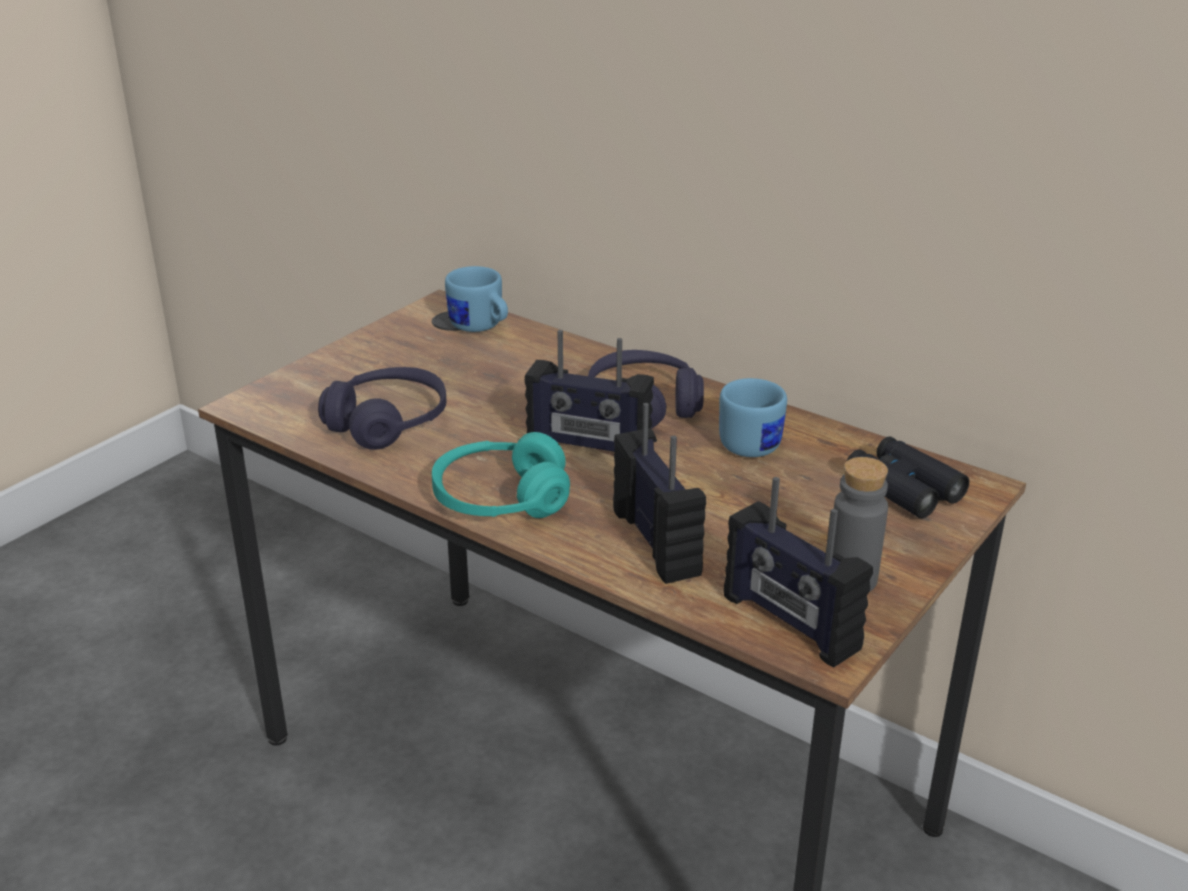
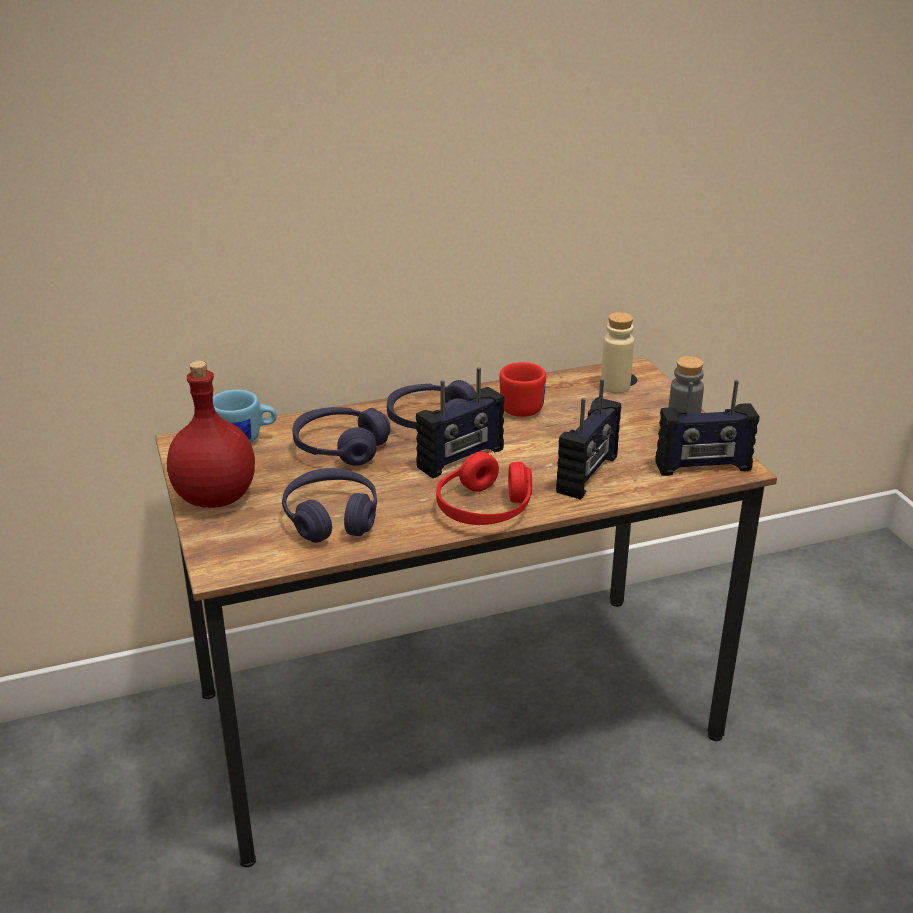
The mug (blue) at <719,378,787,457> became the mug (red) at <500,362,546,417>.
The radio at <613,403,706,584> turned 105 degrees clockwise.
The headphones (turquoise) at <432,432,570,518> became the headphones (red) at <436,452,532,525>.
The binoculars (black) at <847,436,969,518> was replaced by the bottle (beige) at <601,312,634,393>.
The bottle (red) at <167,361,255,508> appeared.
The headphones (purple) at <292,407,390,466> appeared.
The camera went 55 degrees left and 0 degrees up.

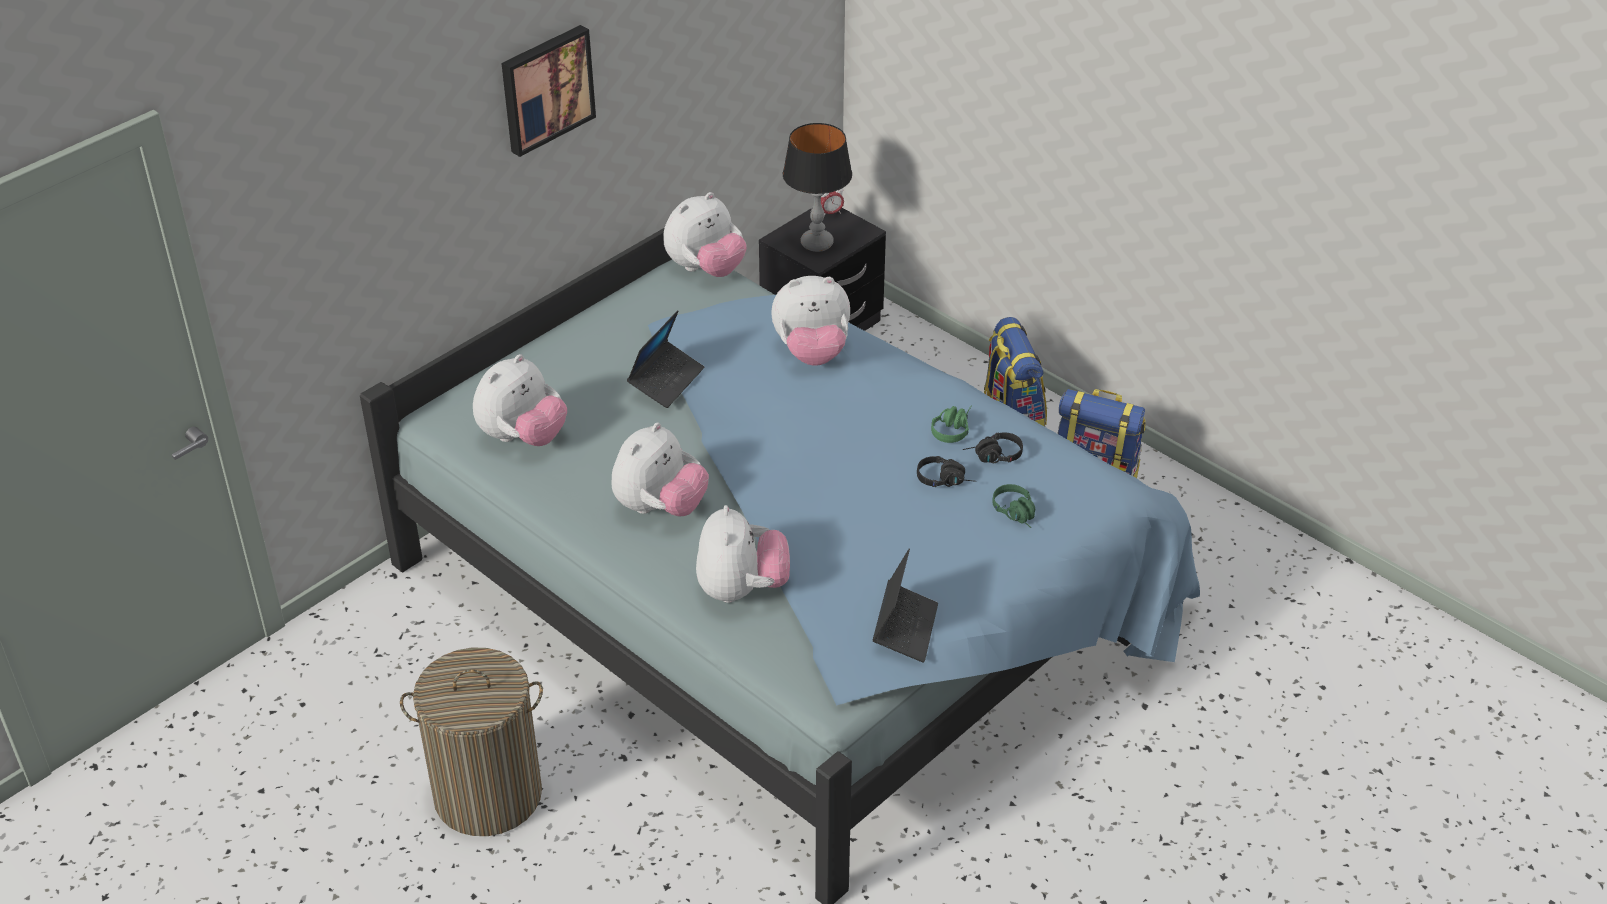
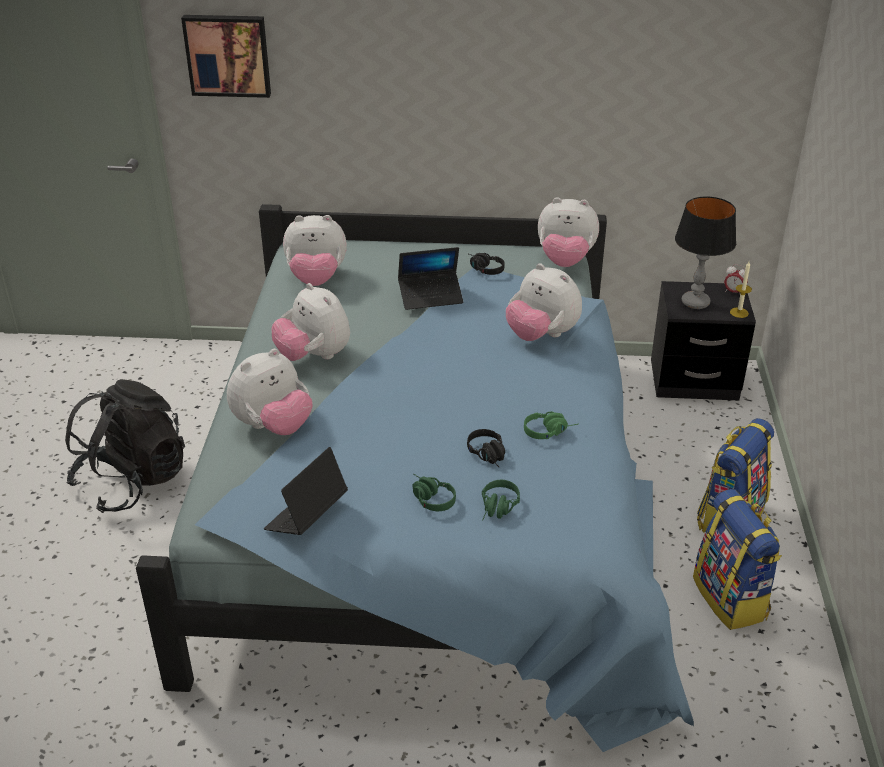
The picture moved from <501,25,596,157> to <181,15,271,98>.
The plush toy at <611,422,709,517> turned 60 degrees clockwise.
The headphones (black) moved from <963,432,1023,463> to <469,253,505,275>.
The laptop at <872,549,938,663> turned 150 degrees clockwise.
The laundry basket at <400,648,543,836> was replaced by the backpack (black) at <65,379,185,513>.
The candle at <730,262,752,318> appeared.
The headphones (green) at <412,474,456,511> appeared.
The camera went 50 degrees right and 5 degrees down.

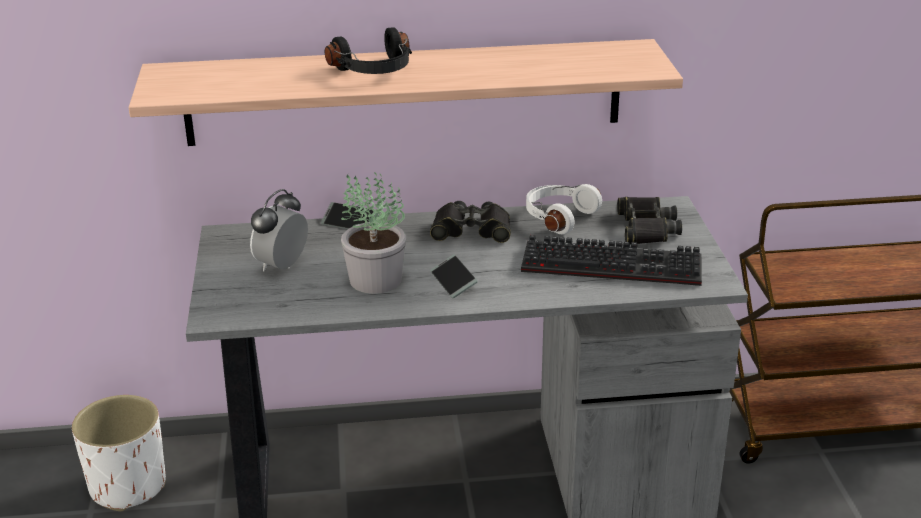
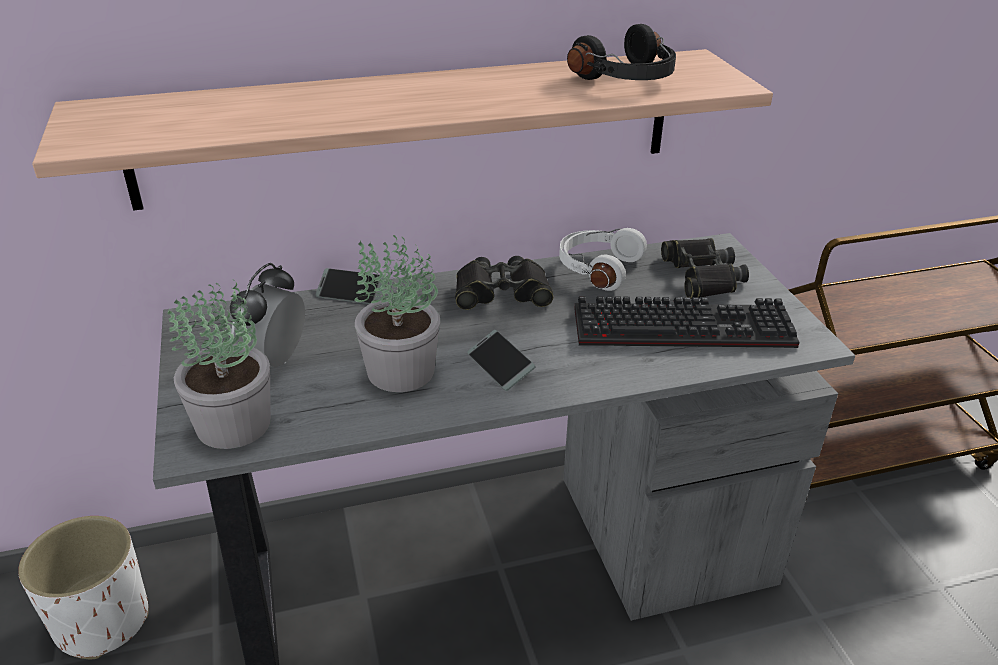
The headphones (black) moved from <325,27,412,74> to <567,24,676,80>.
The potted plant at <167,279,271,449> appeared.
The camera went 10 degrees left and 5 degrees up.

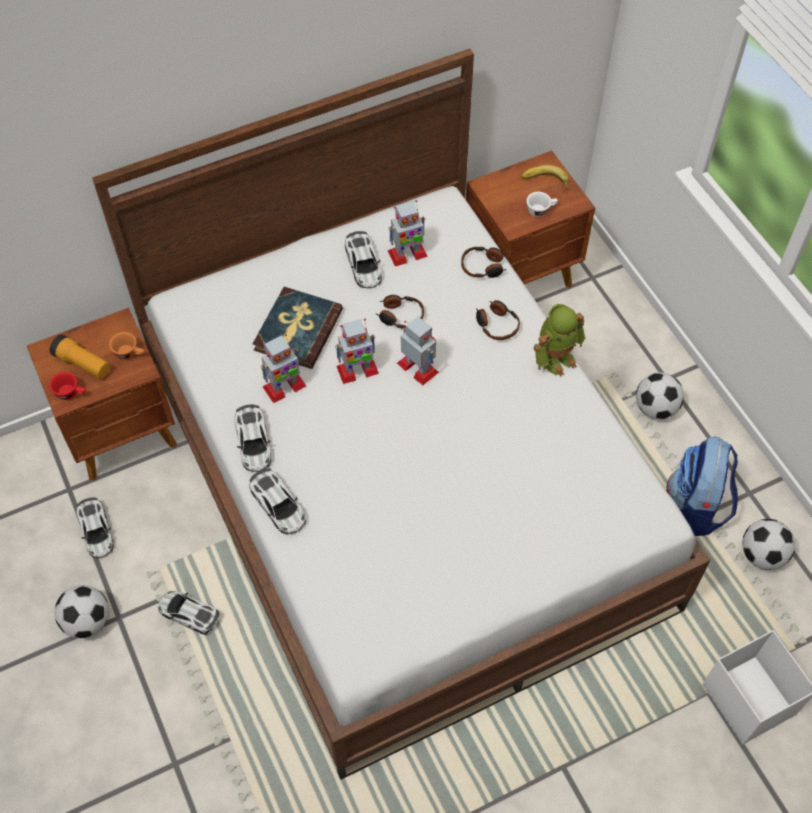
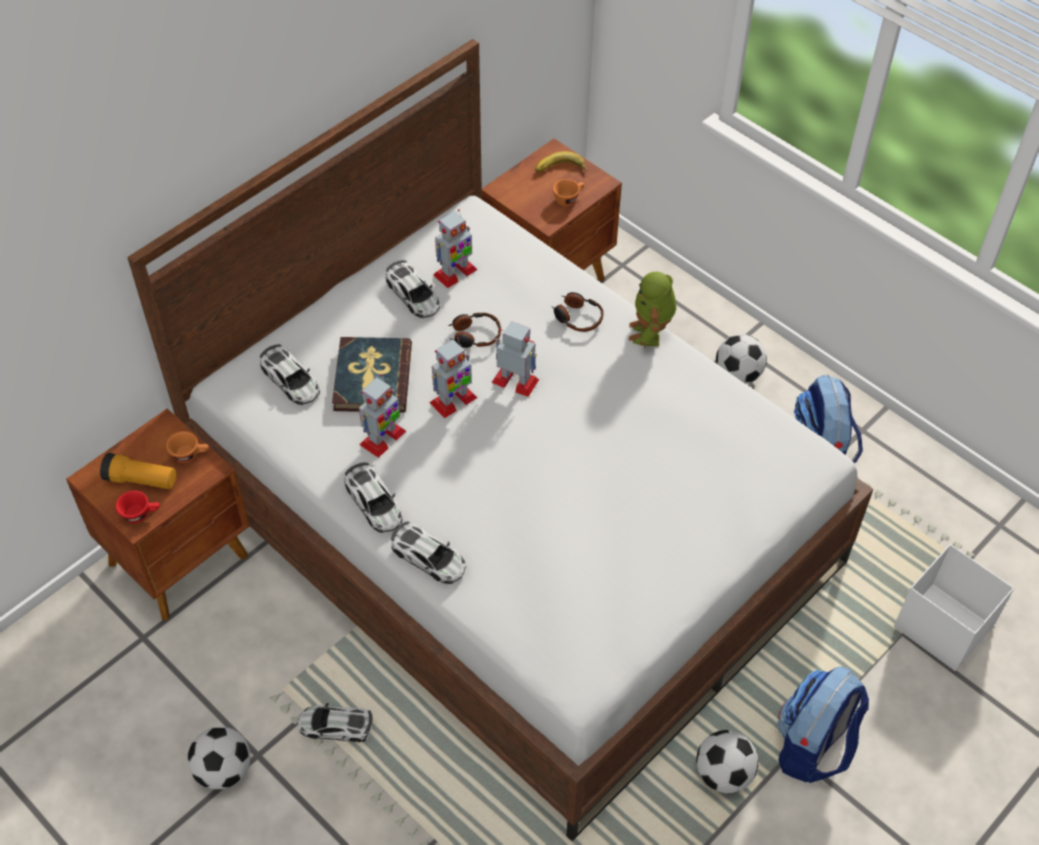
The cup (white) at <526,192,558,217> became the cup (orange) at <553,179,584,206>.
The headphones at <461,247,507,278> disappeared.
The toy robot at <534,304,585,377> turned 150 degrees clockwise.
The toy car moved from <76,498,114,558> to <260,344,320,405>.
The football moved from <742,519,795,570> to <696,730,759,794>.
The backpack at <778,666,869,783> appeared.
The camera went 20 degrees left and 5 degrees down.

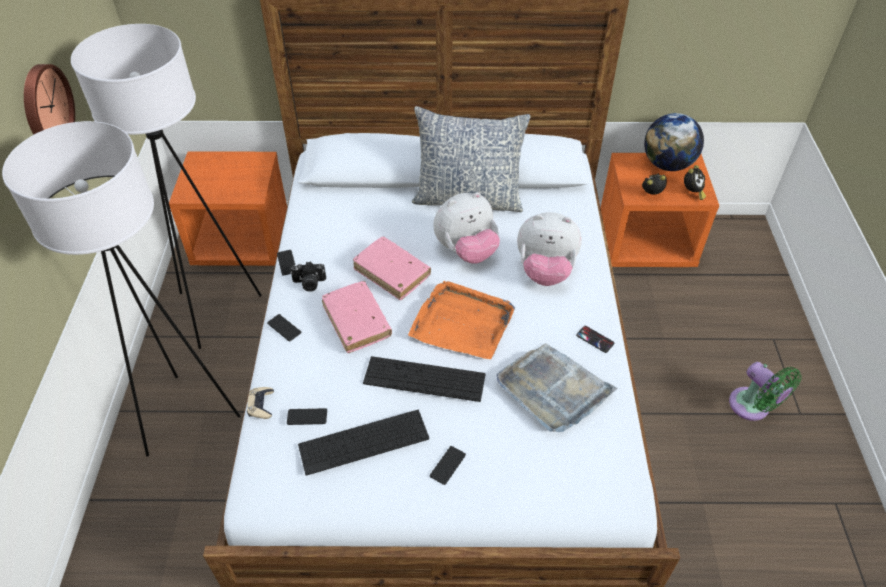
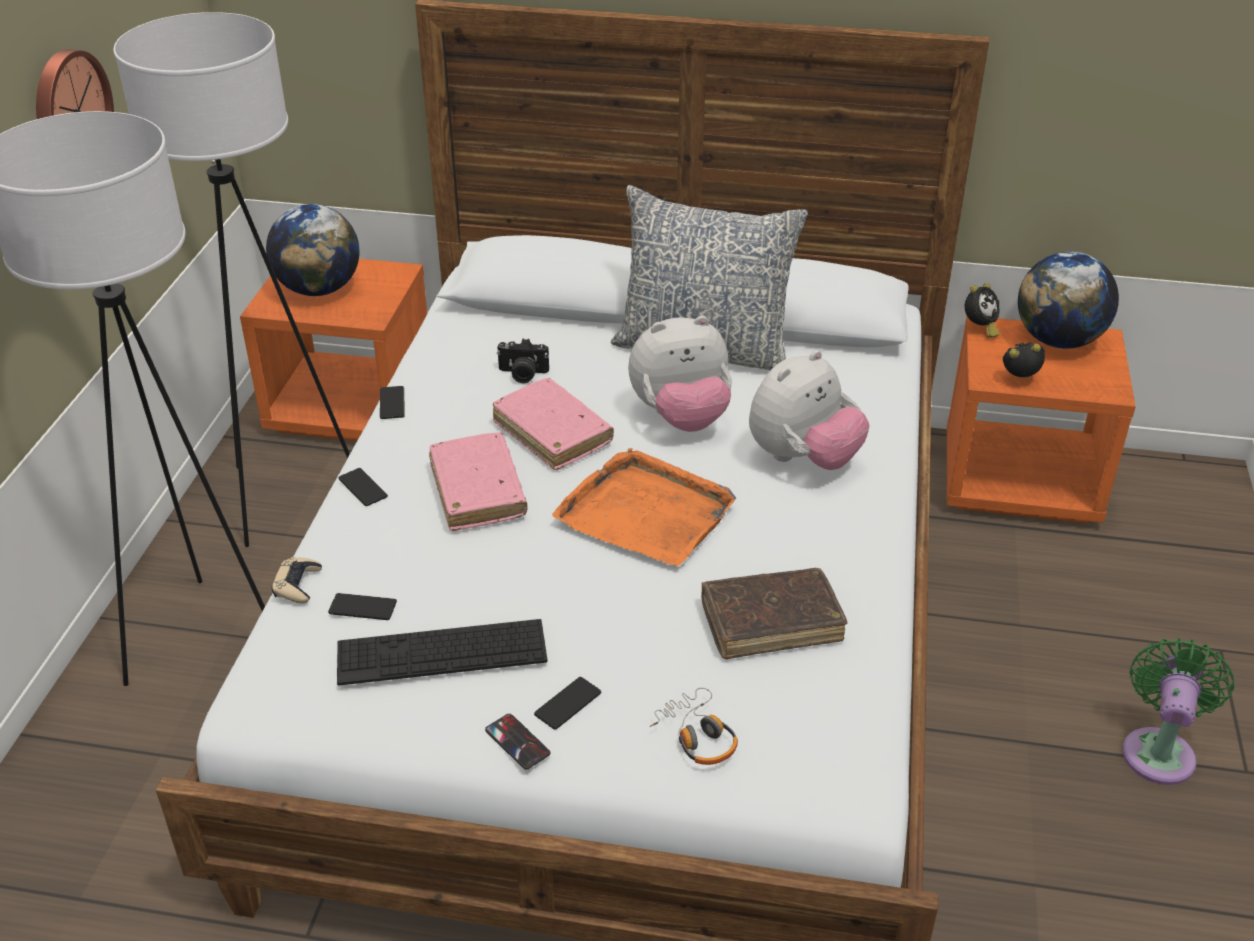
The alarm clock moved from <684,165,706,200> to <965,283,1000,338>.
The plush toy at <517,212,582,286> turned 60 degrees counterclockwise.
The photo camera moved from <290,262,326,292> to <497,338,549,383>.
The phone moved from <576,326,614,353> to <485,714,550,770>.
The tray (grey) at <496,343,617,432> was replaced by the book (brown) at <701,568,847,660>.
The keyboard at <363,356,486,402> disappeared.
The fan (green) at <729,362,801,421> turned 135 degrees counterclockwise.
The globe at <266,204,360,296> appeared.
The headphones at <650,688,738,765> appeared.
The camera went 10 degrees right and 10 degrees down.

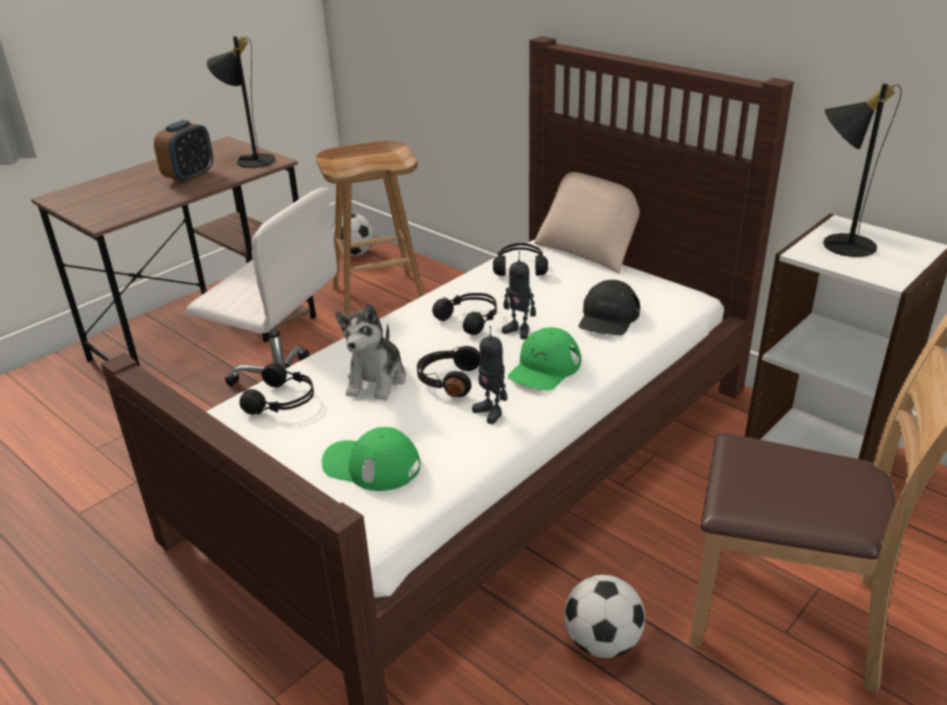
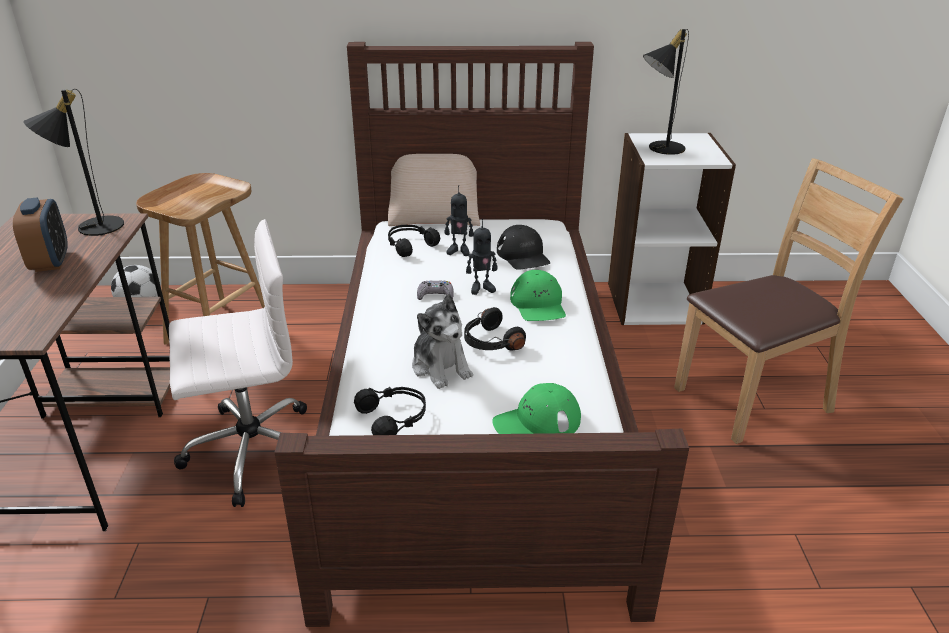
The headphones (black) at <432,293,497,335> was replaced by the game controller (grey) at <417,281,454,300>.
The toy robot moved from <472,326,507,424> to <445,185,474,256>.
The football at <564,575,645,658> disappeared.
The camera went 45 degrees left and 0 degrees up.

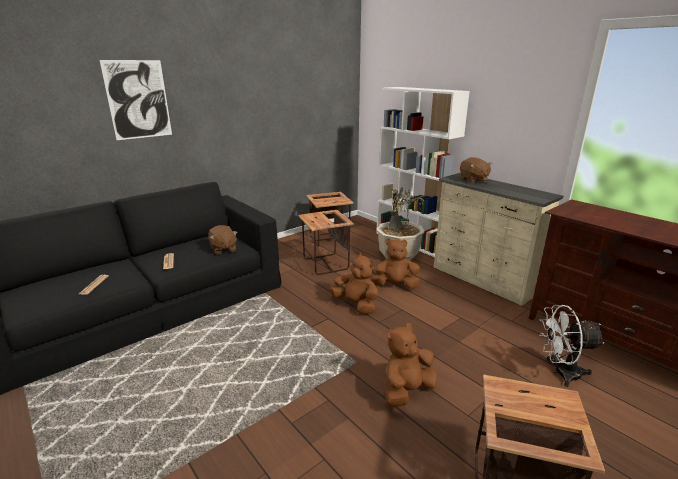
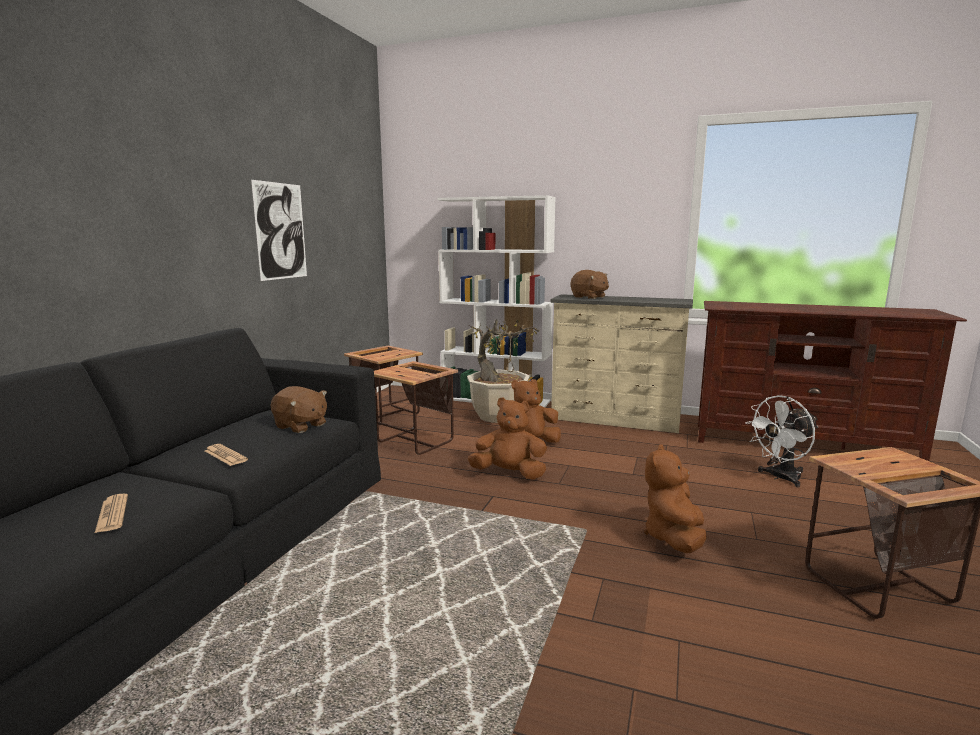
The picture moved from <100,60,172,140> to <251,180,307,281>.
The camera went 30 degrees left and 10 degrees down.

